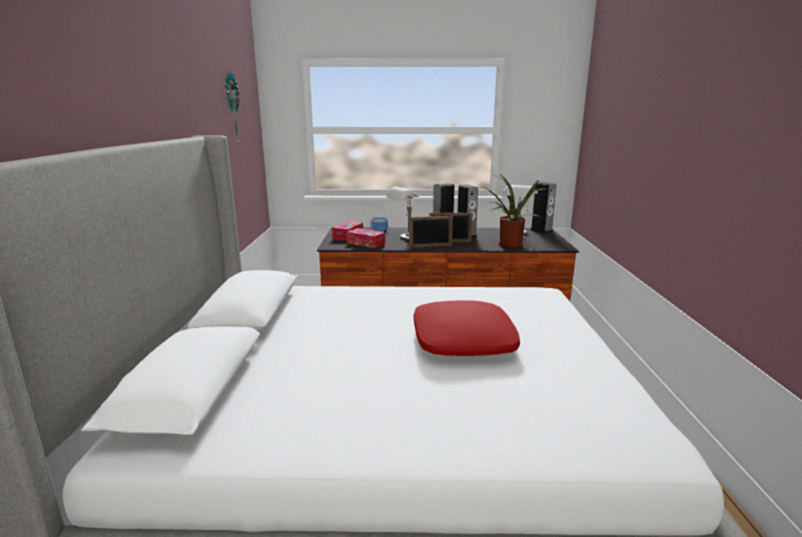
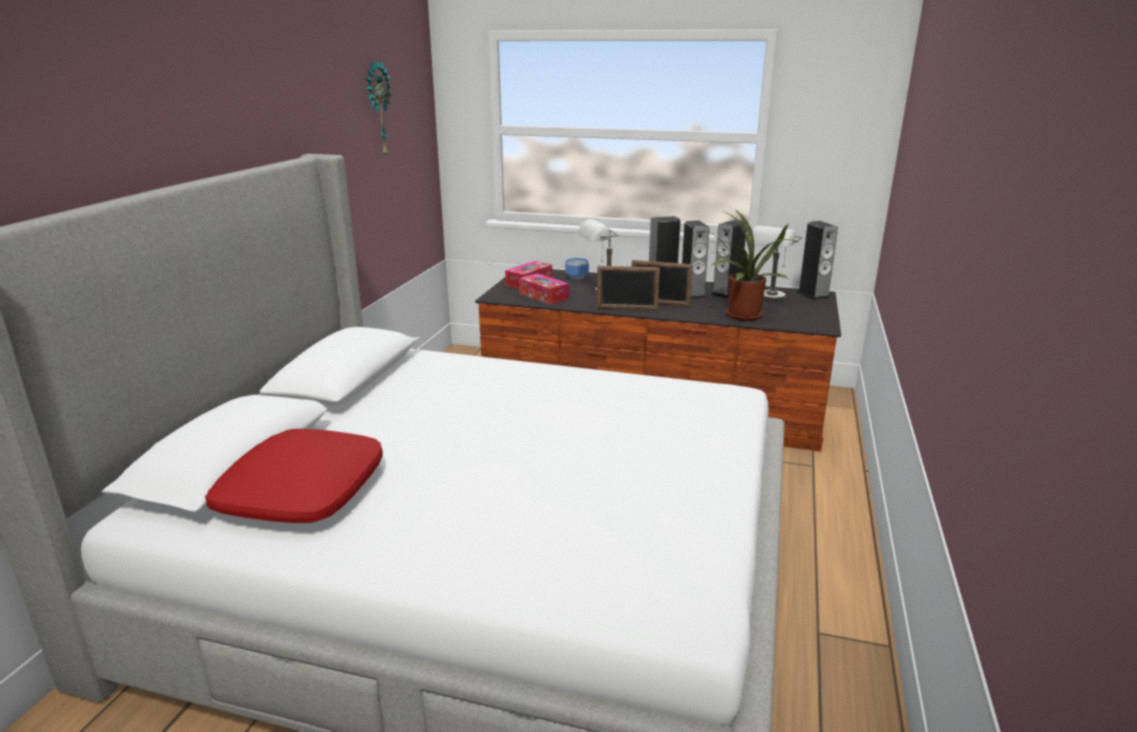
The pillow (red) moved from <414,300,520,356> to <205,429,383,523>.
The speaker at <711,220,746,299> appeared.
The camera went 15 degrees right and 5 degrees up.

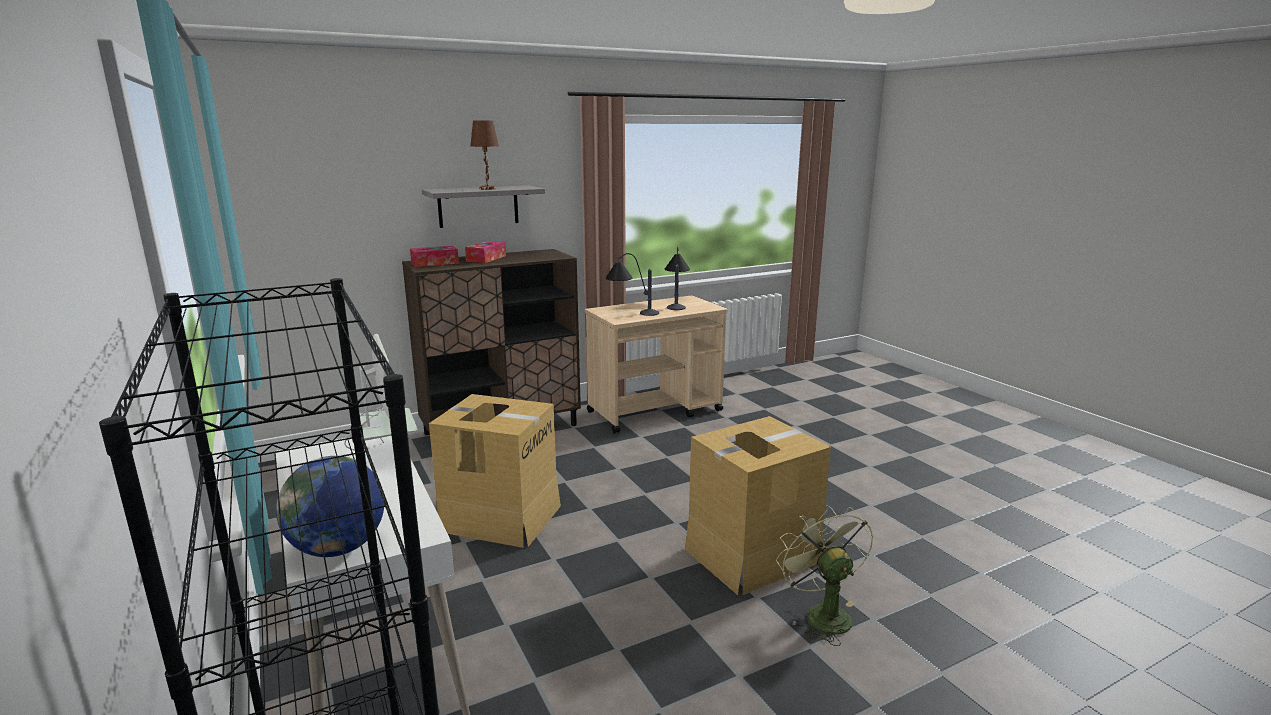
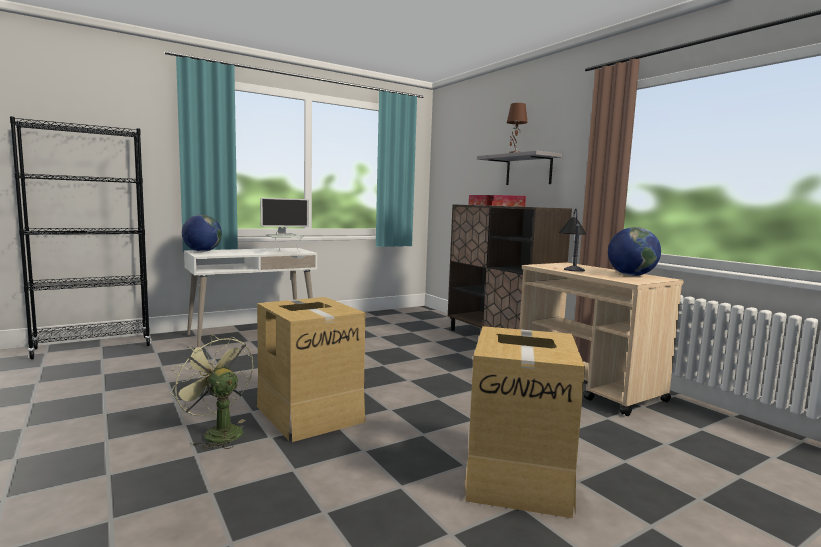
The table lamp at <665,247,690,310> was replaced by the globe at <608,227,661,276>.
The cardboard box moved from <429,394,561,548> to <464,326,585,518>.
The fan (green) at <776,505,873,646> turned 120 degrees counterclockwise.
The camera went 85 degrees right and 10 degrees down.

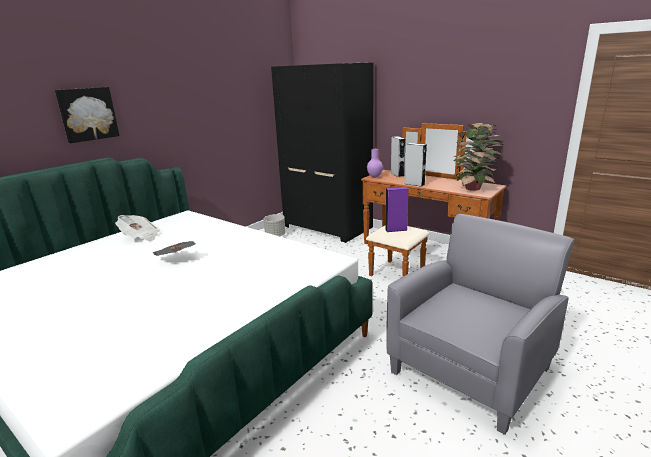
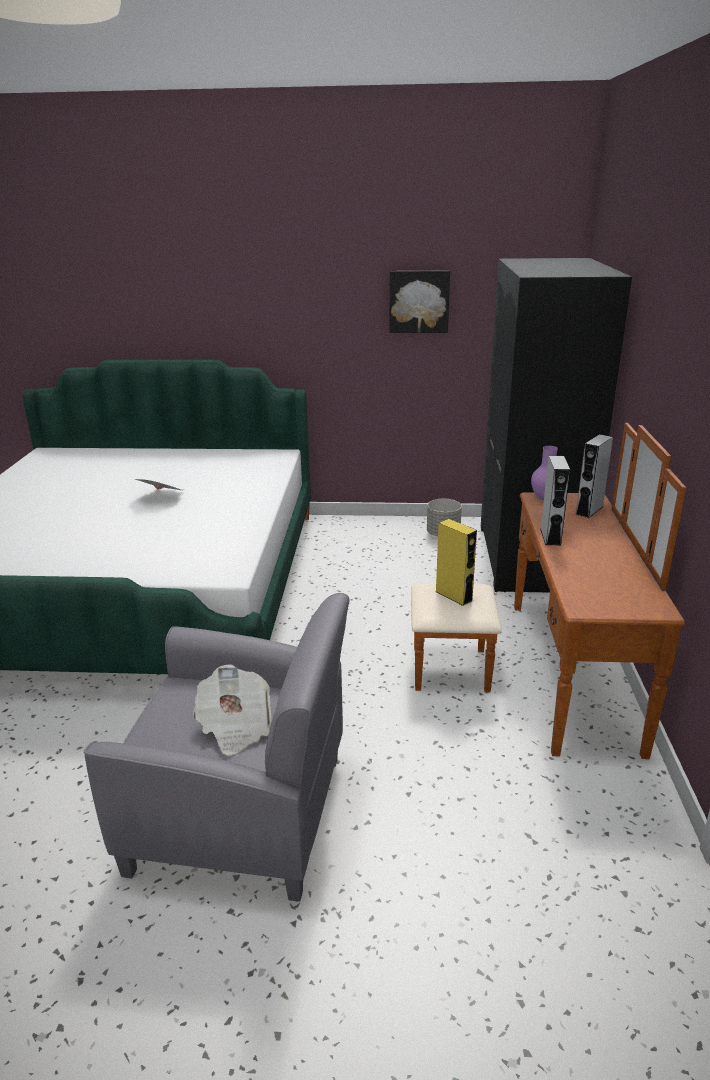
The picture moved from <55,87,120,143> to <389,270,450,333>.
The potted plant at <453,123,504,191> disappeared.
The speaker (purple) at <385,187,409,232> became the speaker (yellow) at <436,519,477,606>.
The newspaper moved from <115,215,160,241> to <193,665,271,756>.
The camera went 55 degrees right and 5 degrees up.

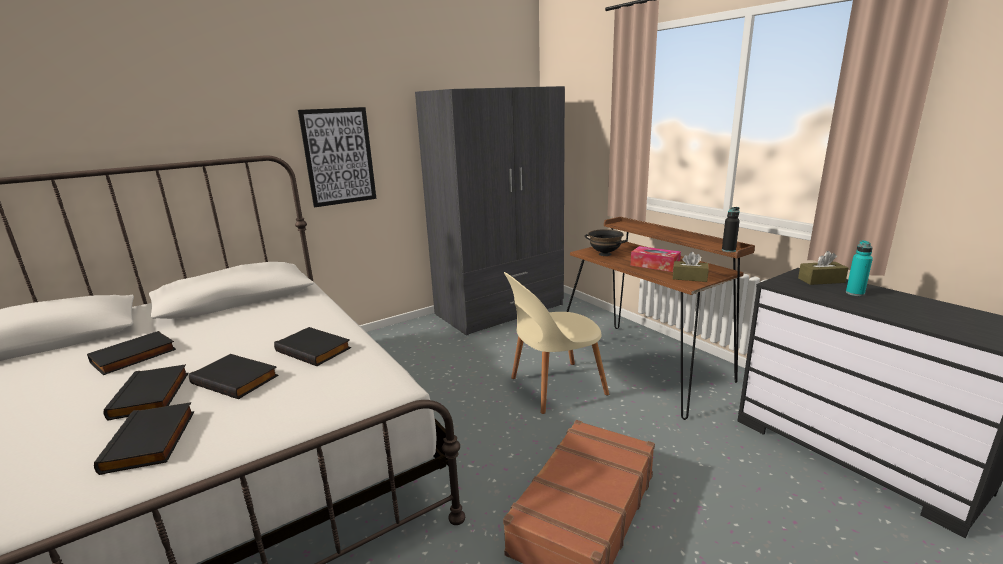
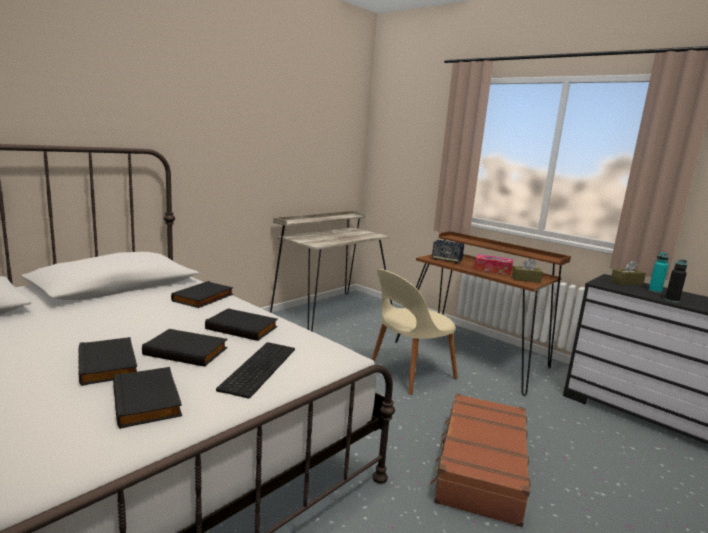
The wardrobe (grey) at <415,86,565,336> was replaced by the desk (beige) at <270,211,393,332>.
The picture at <298,107,376,207> disappeared.
The bottle (black) moved from <722,207,740,252> to <665,260,687,303>.
The bowl (black) at <585,229,628,256> was replaced by the speaker at <432,240,464,263>.
The book (black) moved from <87,331,176,375> to <171,281,233,308>.
The keyboard at <216,342,295,399> appeared.
The camera went 15 degrees left and 5 degrees down.

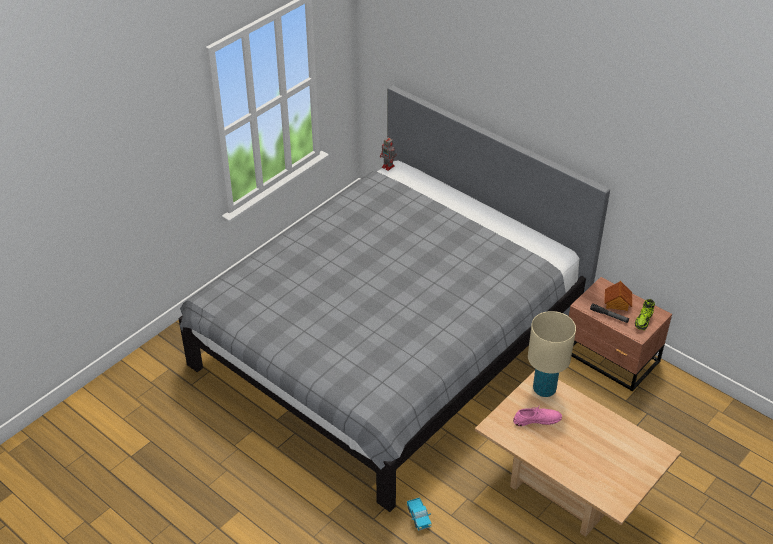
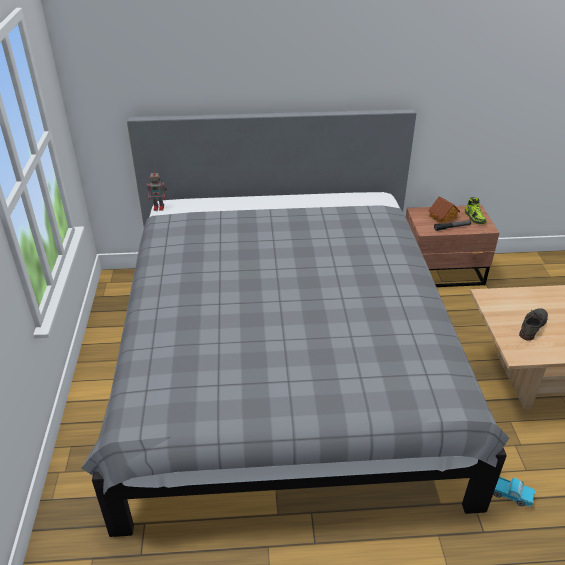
The table lamp (beige) at <528,311,576,397> disappeared.
The shoe (pink) at <513,406,562,426> became the shoe (grey) at <519,308,548,341>.
The camera went 45 degrees left and 5 degrees down.

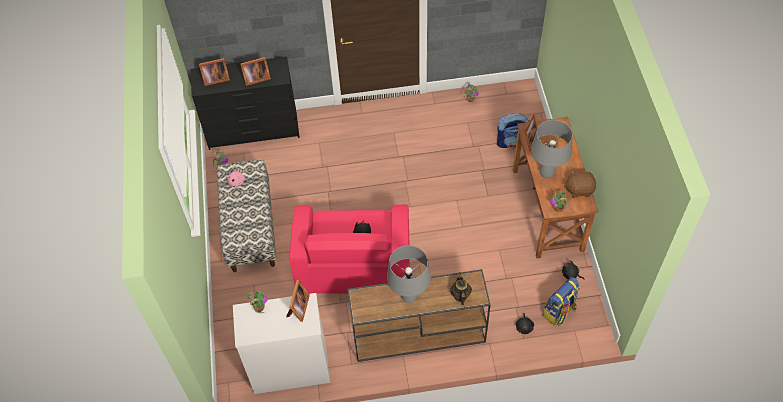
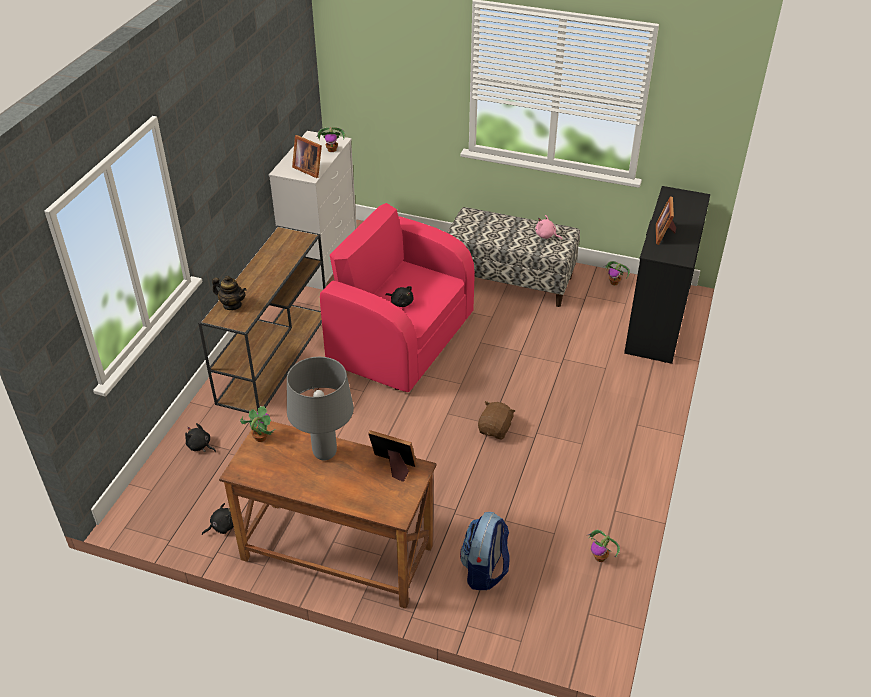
The picture frame at <199,58,230,86> disappeared.
The plush toy (brown) moved from <564,171,596,198> to <478,401,515,439>.
The table lamp (grey) at <387,245,431,303> disappeared.
The backpack at <542,277,580,326> disappeared.
The camera went 115 degrees right and 15 degrees down.

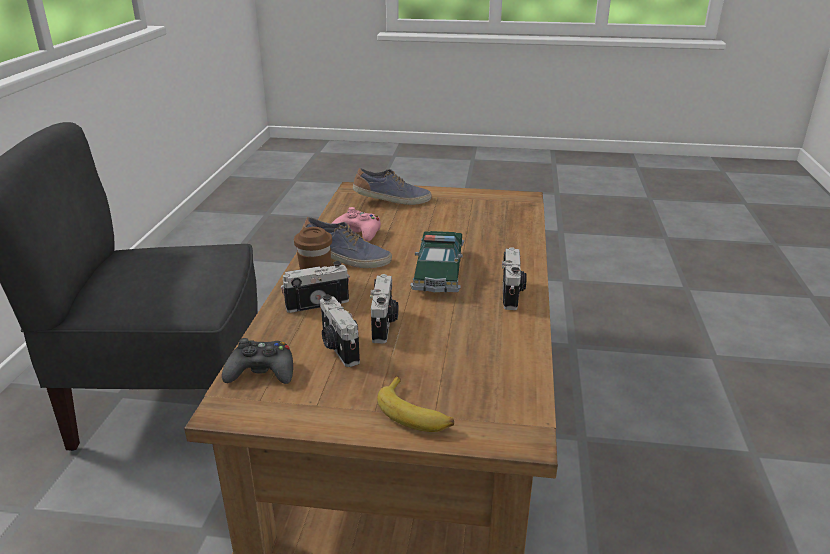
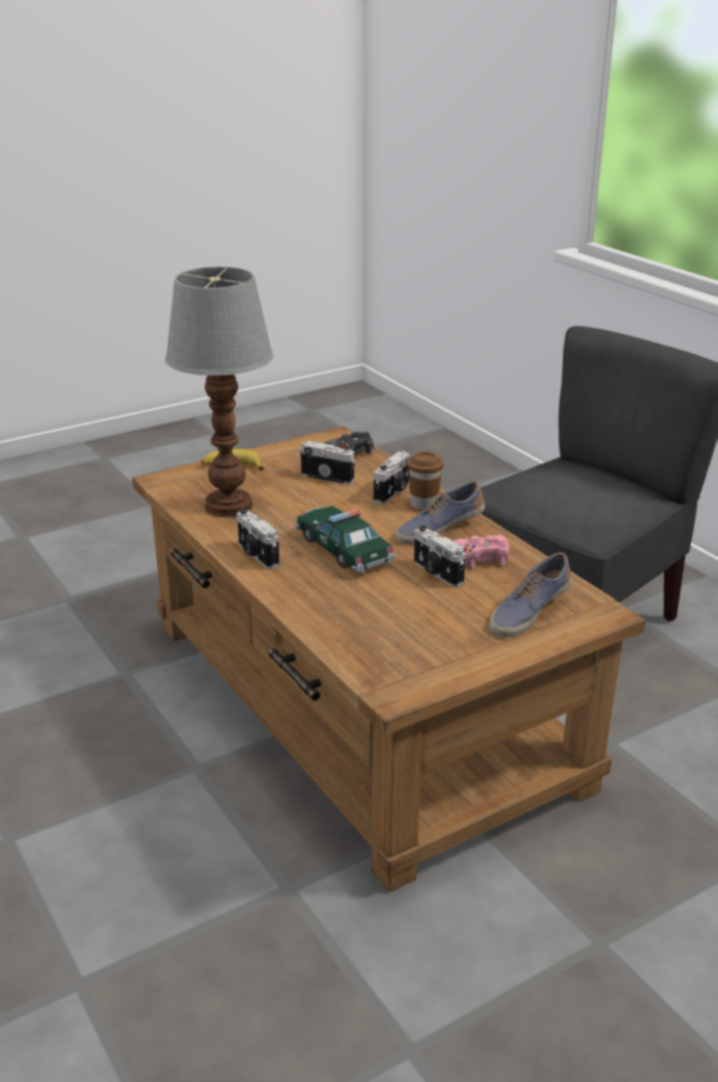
The photo camera moved from <370,274,398,343> to <414,525,465,588>.
The table lamp at <165,267,274,517> appeared.
The camera went 140 degrees right and 0 degrees up.

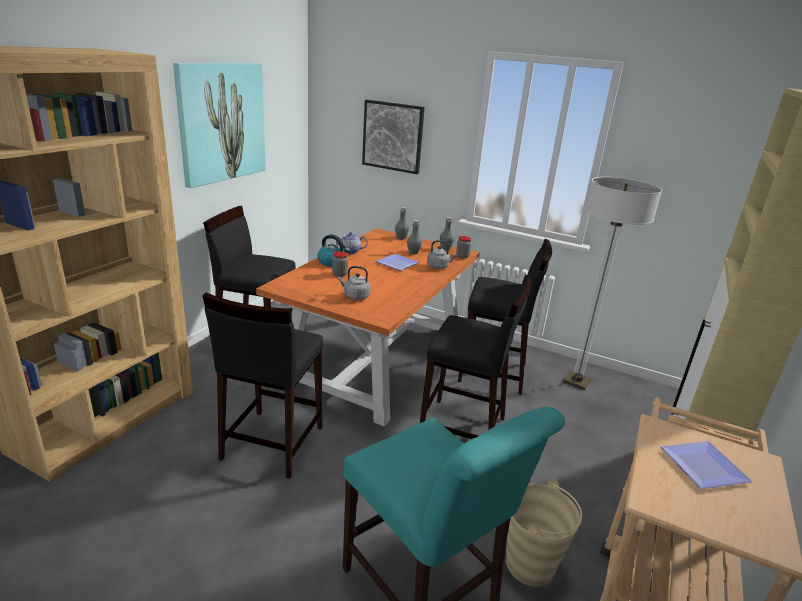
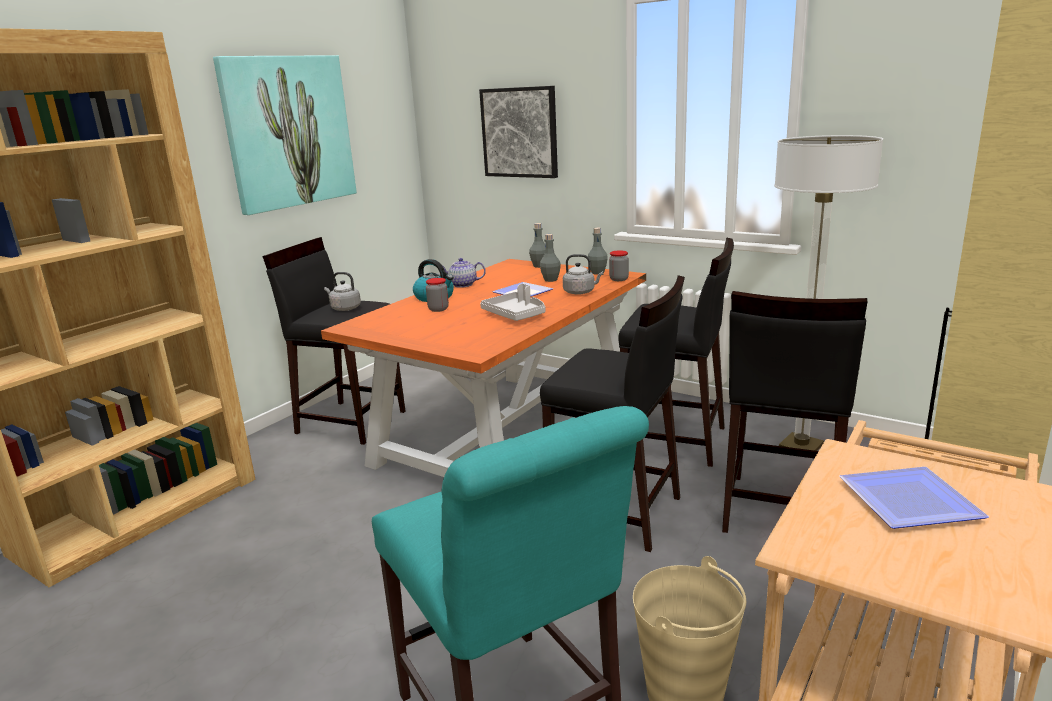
The kettle (grey) moved from <338,266,370,300> to <324,272,361,311>.
The stool (black) moved from <202,293,323,479> to <722,291,867,533>.
The tray (grey) at <480,283,545,321> appeared.
The camera went 10 degrees right and 5 degrees down.

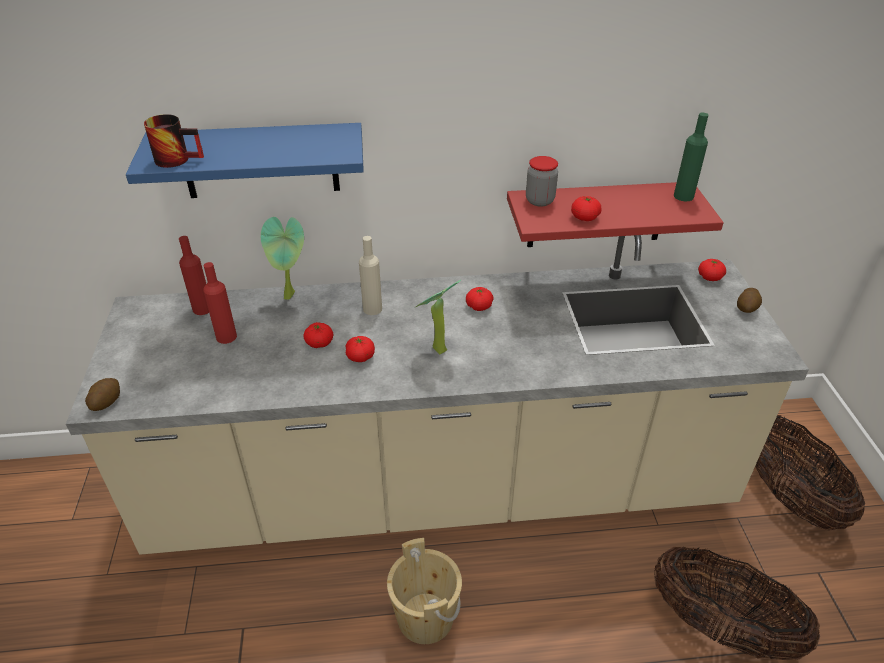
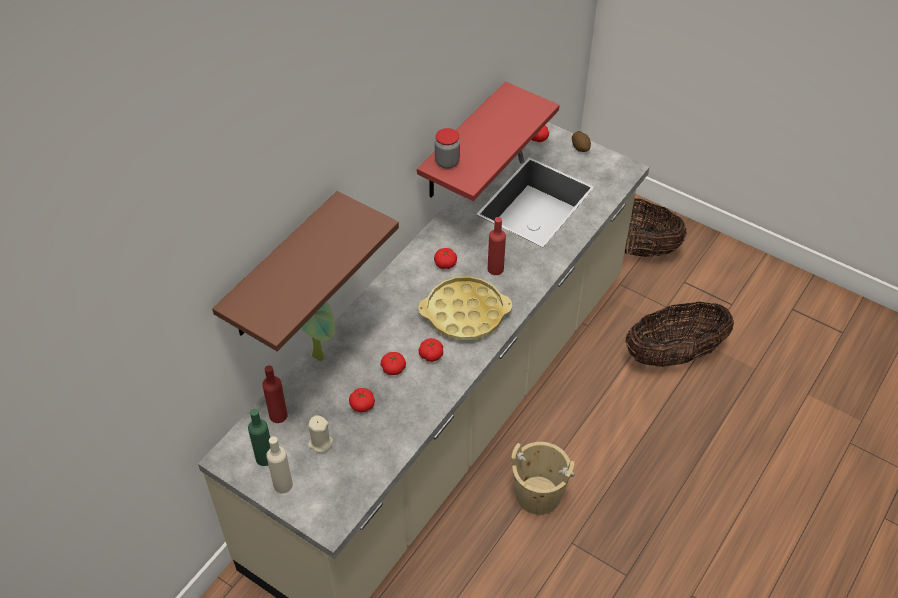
The bottle (green) moved from <674,113,708,201> to <248,409,270,466>.
The mug at <144,114,204,168> disappeared.
The shelf (blue) at <126,123,364,198> became the shelf (brown) at <212,191,399,352>.
The tomato moved from <571,196,601,221> to <349,388,375,412>.
The bottle (beige) moved from <359,236,382,315> to <266,436,293,493>.
The bottle (red) moved from <203,262,237,344> to <488,217,506,275>.
The potted plant at <416,280,461,354> was replaced by the tray (yellow) at <418,276,512,341>.
The potato at <85,378,120,411> disappeared.
The candle (beige) at <308,415,333,453> appeared.
The camera went 50 degrees left and 10 degrees up.

